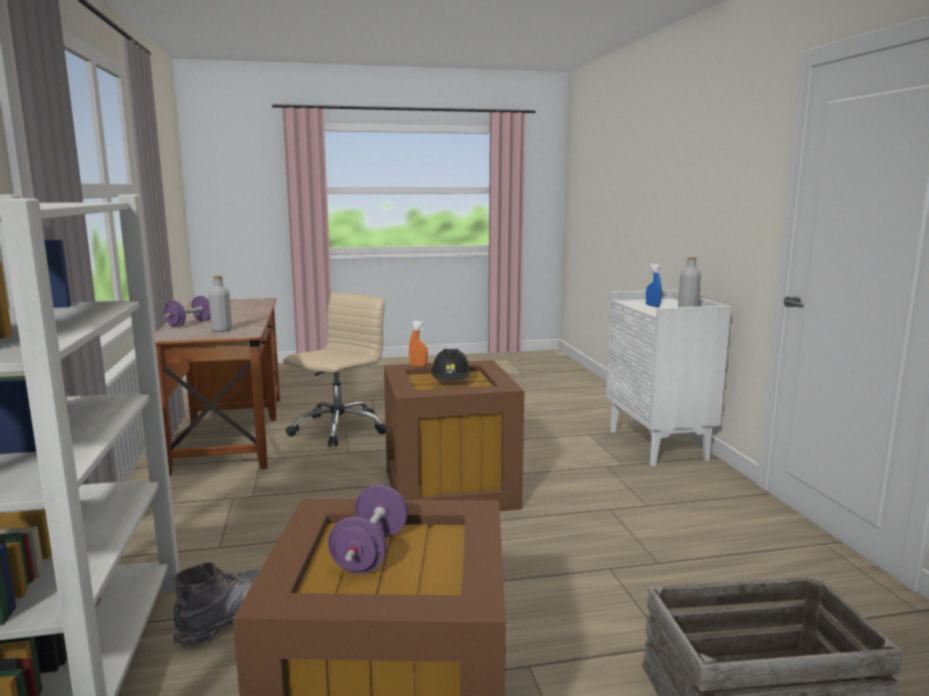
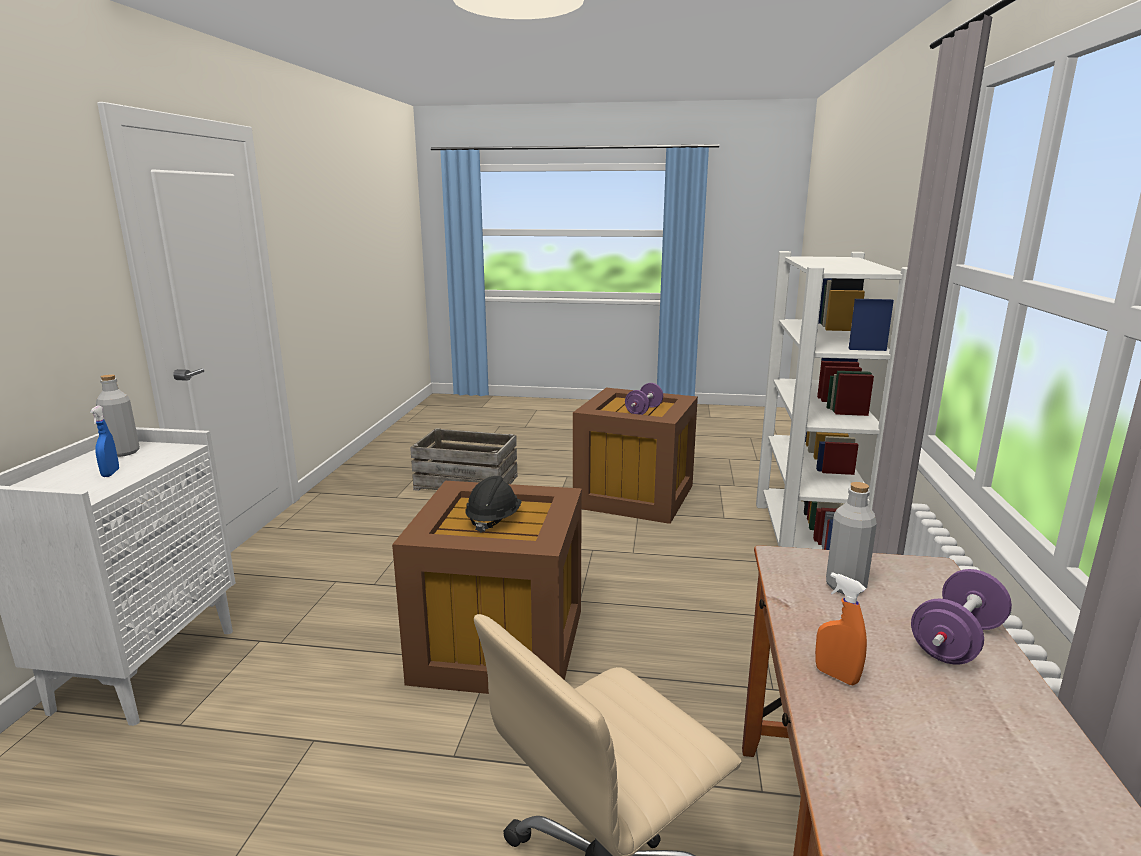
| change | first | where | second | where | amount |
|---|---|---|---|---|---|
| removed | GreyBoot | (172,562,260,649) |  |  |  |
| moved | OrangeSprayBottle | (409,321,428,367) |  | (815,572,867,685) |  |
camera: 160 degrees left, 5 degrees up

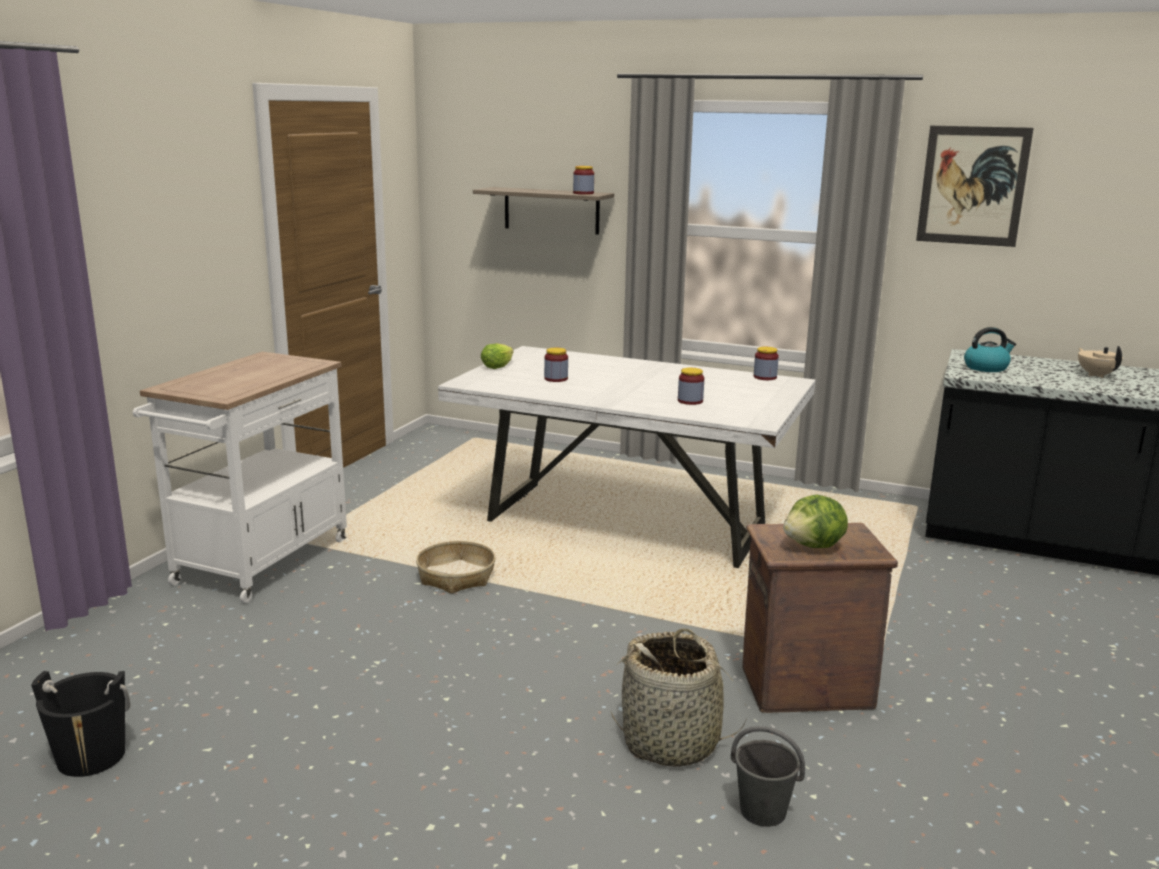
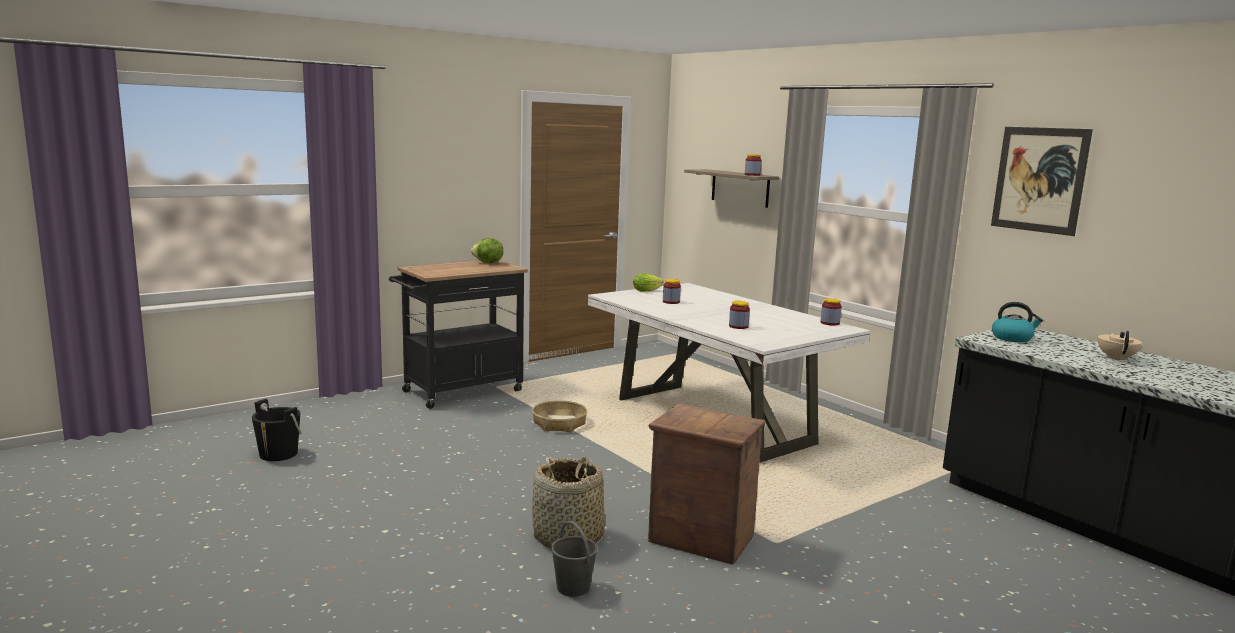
| change | first | where | second | where | amount |
|---|---|---|---|---|---|
| moved | Lettuce | (783,495,848,548) |  | (471,238,503,263) |  |
| recoloured | WhiteCart | (133,352,347,603) | BlackCart | (389,260,528,409) |  |
camera: 30 degrees right, 5 degrees down

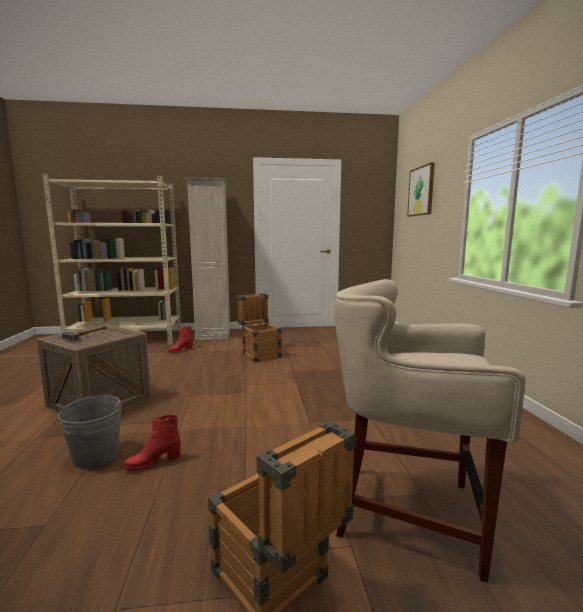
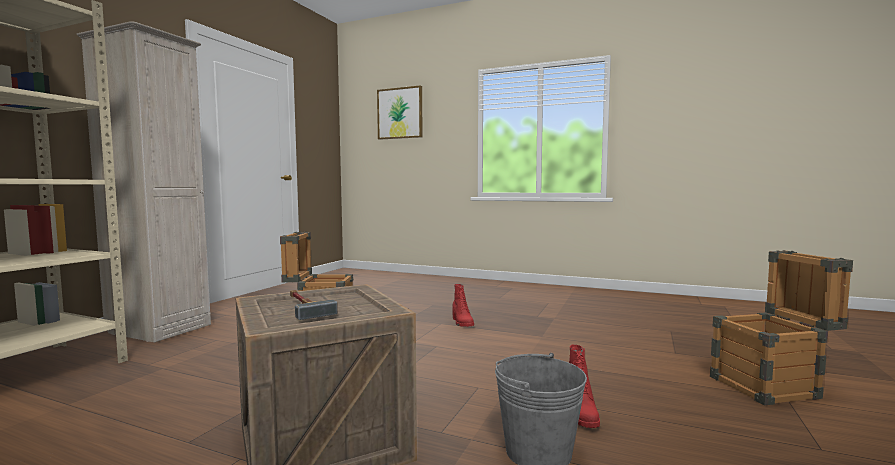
| change | first | where | second | where | amount |
|---|---|---|---|---|---|
| removed | BeigeStool | (334,279,526,583) |  |  |  |
| moved | RedBoot | (168,327,193,353) |  | (453,284,474,327) |  |
camera: 60 degrees left, 5 degrees down

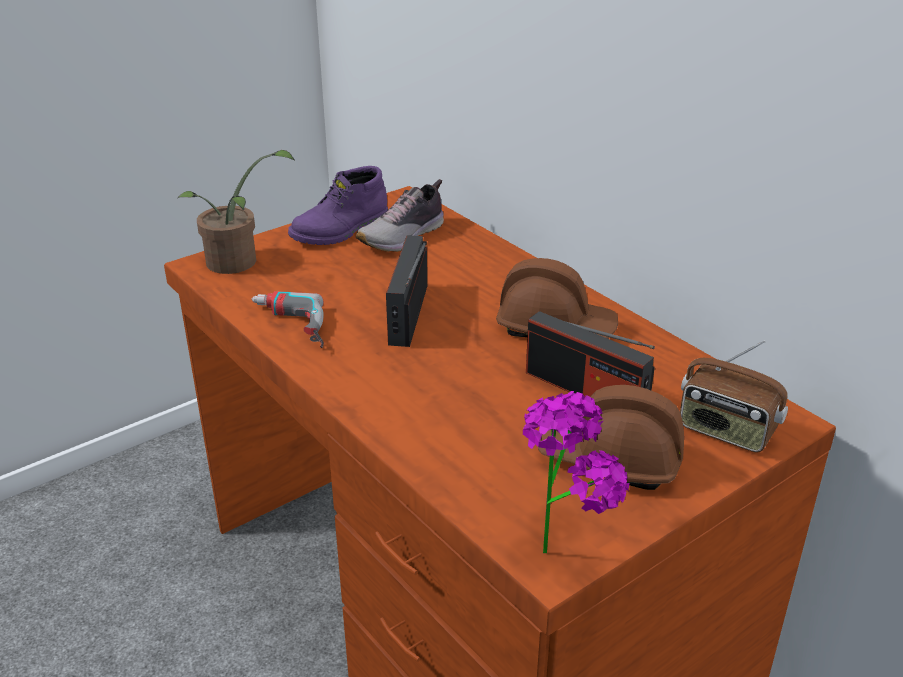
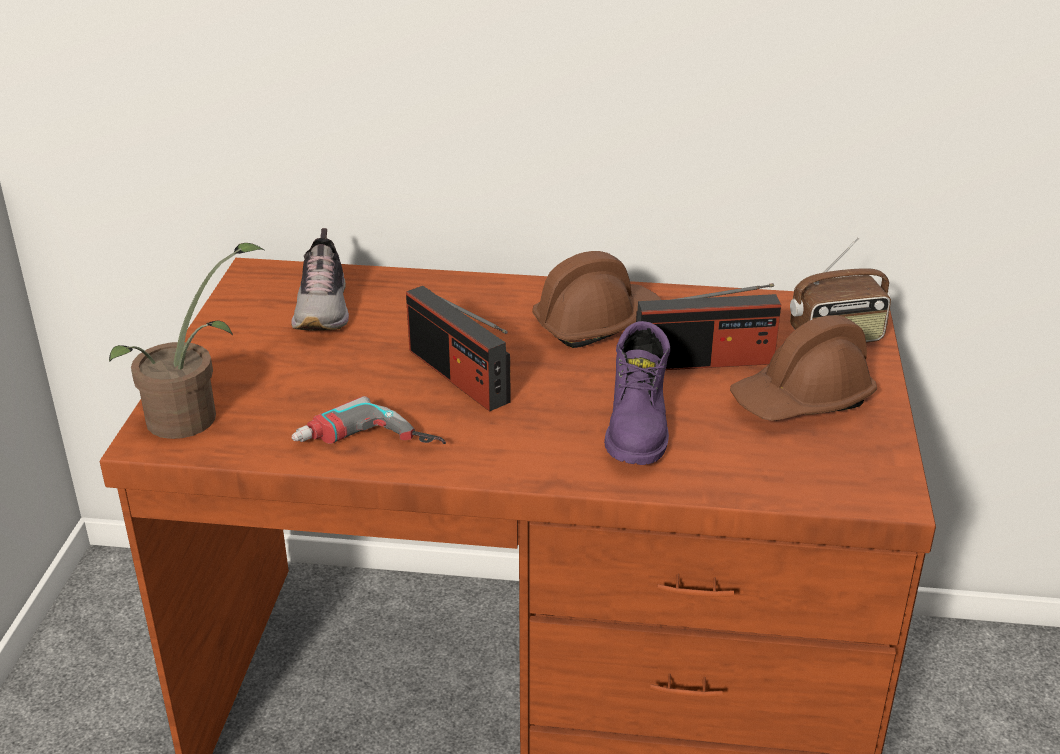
| change | first | where | second | where | amount |
|---|---|---|---|---|---|
| removed | PottedPlant | (523,391,629,553) |  |  |  |
| moved | PurpleBoot | (288,166,388,245) |  | (604,321,670,465) |  |
camera: 45 degrees left, 0 degrees up

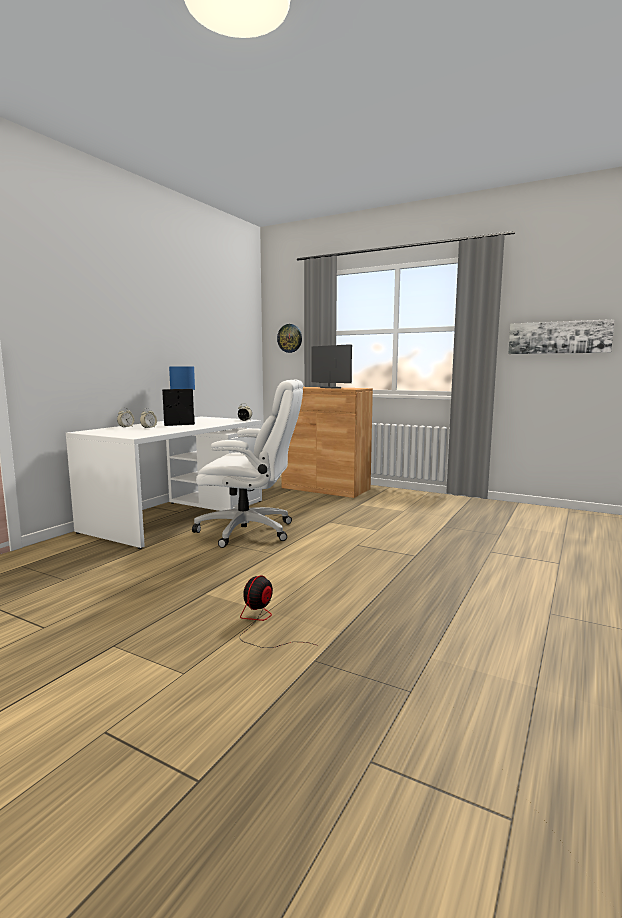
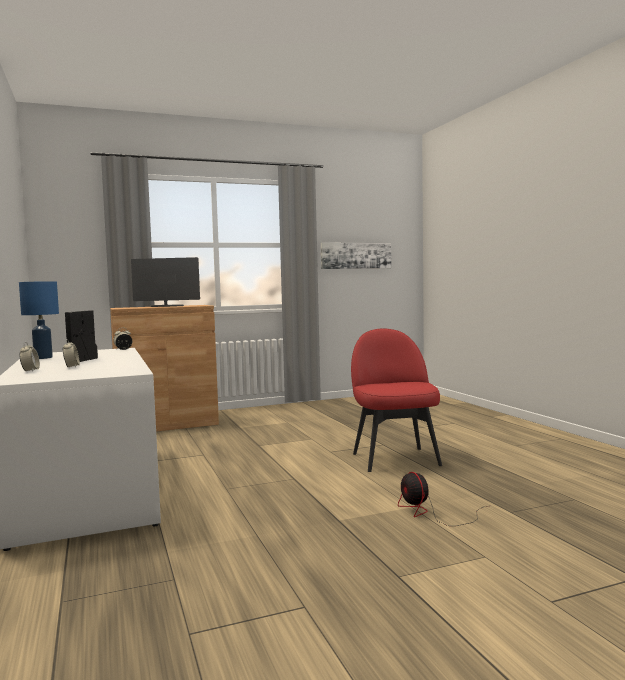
| change | first | where | second | where | amount |
|---|---|---|---|---|---|
| removed | WhiteOfficeChair | (192,379,303,548) |  |  |  |
| removed | WallClock | (277,324,302,353) |  |  |  |
| added |  |  | RedChair | (351,328,442,472) |  |
camera: 50 degrees left, 5 degrees down

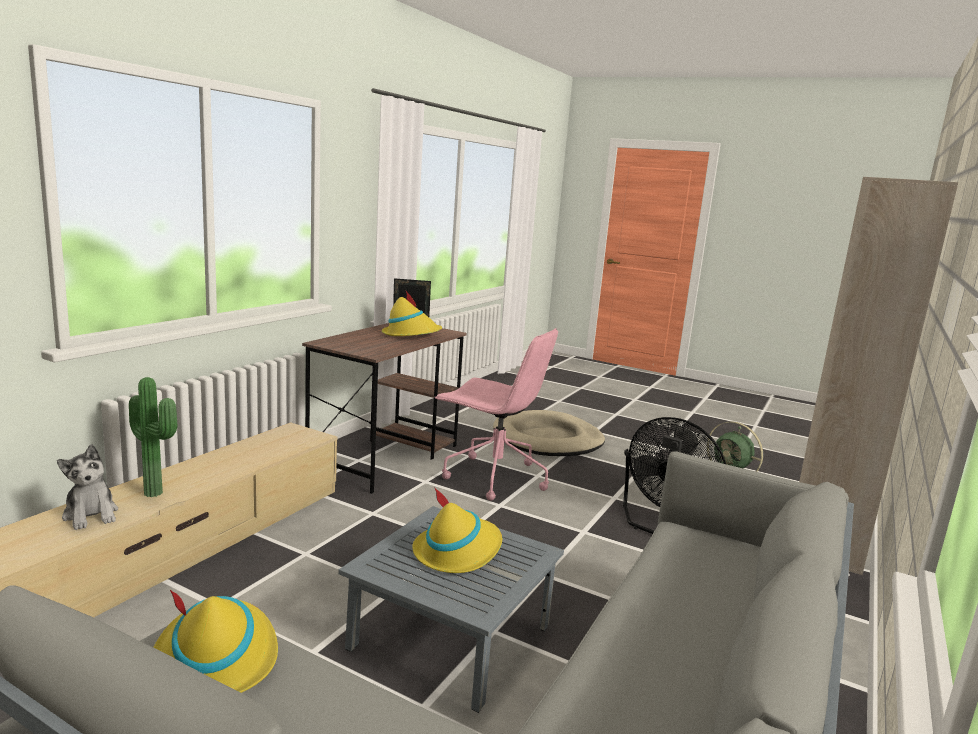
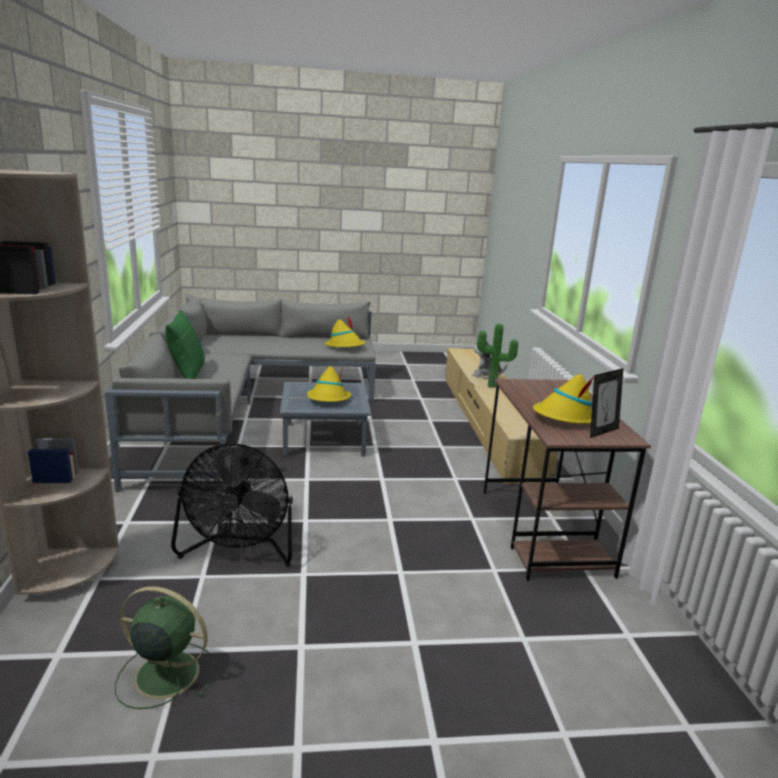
| change | first | where | second | where | amount |
|---|---|---|---|---|---|
| removed | PinkOfficeChair | (435,328,558,501) |  |  |  |
| removed | BeigeDogBed | (493,410,605,456) |  |  |  |
| added |  |  | GreenPillow | (165,310,205,379) |  |
camera: 145 degrees right, 5 degrees up

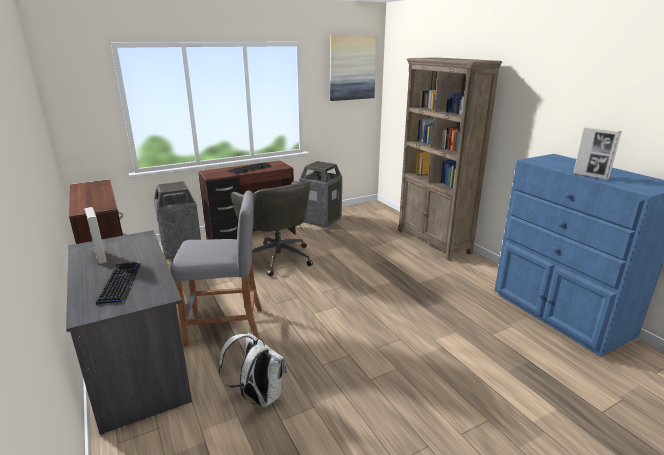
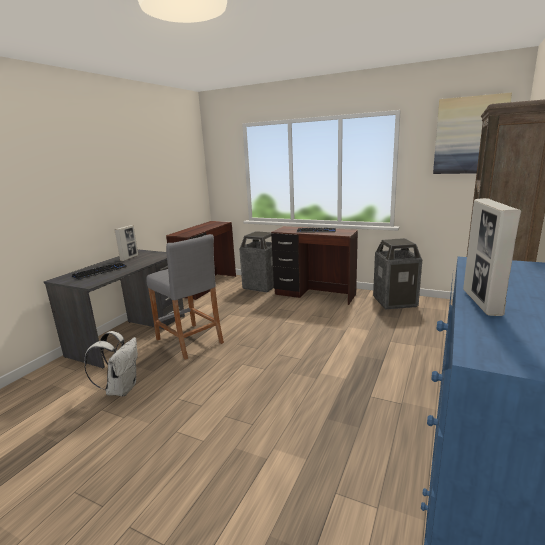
| change | first | where | second | where | amount |
|---|---|---|---|---|---|
| removed | GreyOfficeChair | (231,181,313,276) |  |  |  |
camera: 55 degrees right, 5 degrees down

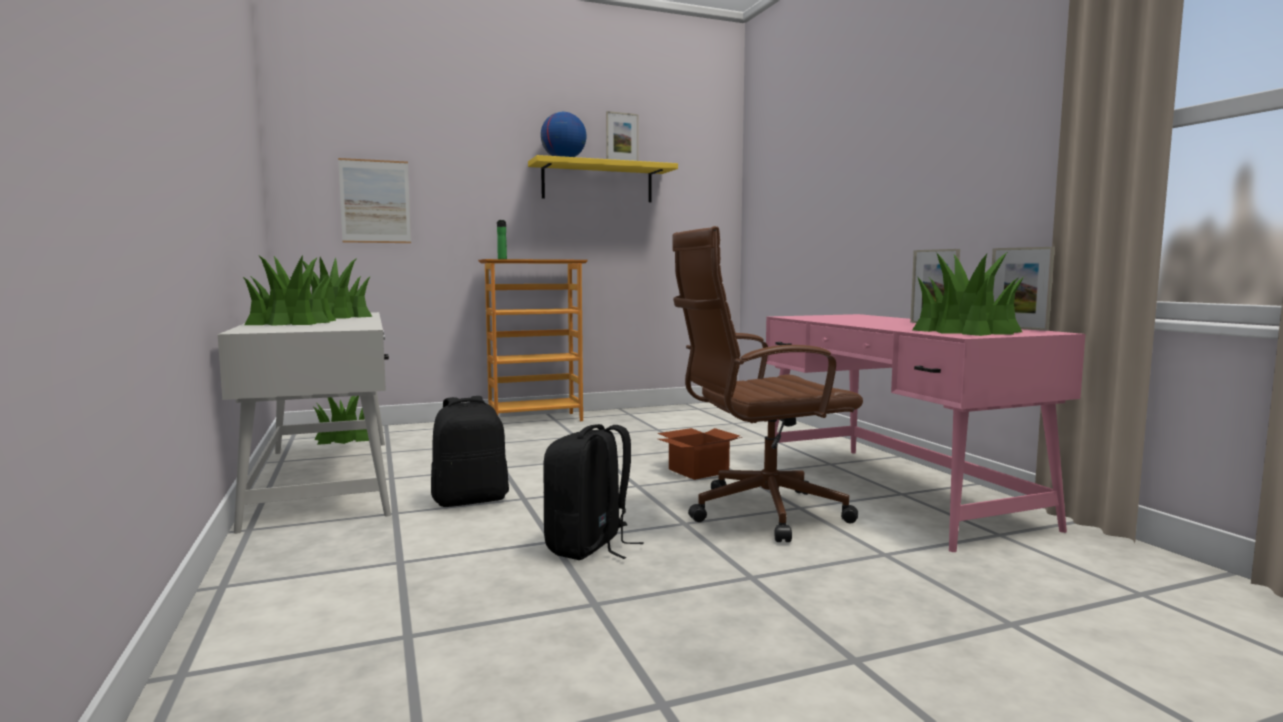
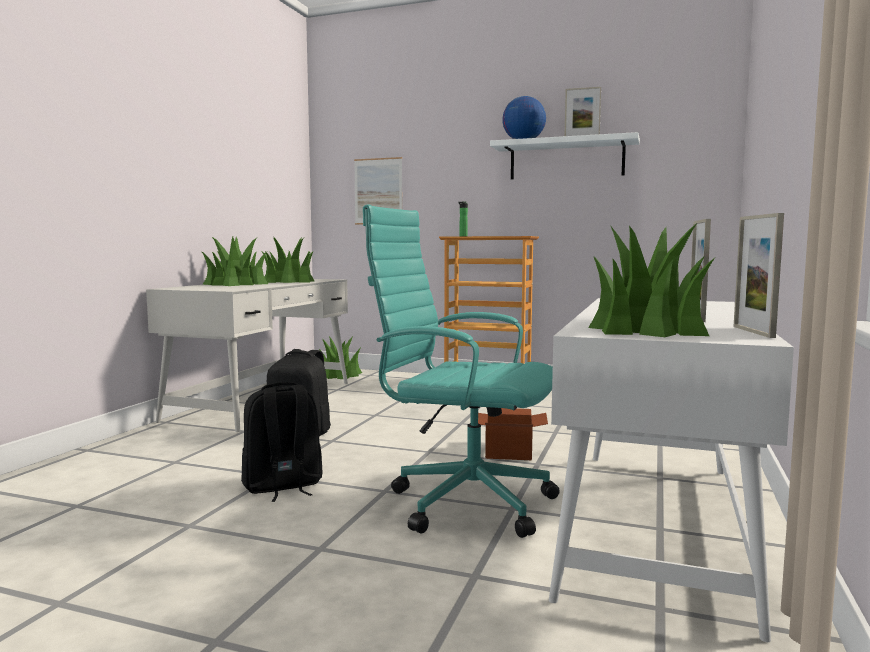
| change | first | where | second | where | amount |
|---|---|---|---|---|---|
| recoloured | YellowShelf | (528,155,678,202) | WhiteShelf | (490,132,640,179) |  |
| recoloured | BrownOfficeChair | (672,226,863,542) | TurquoiseOfficeChair | (363,204,560,538) |  |
| recoloured | PinkDesk | (766,314,1085,552) | WhiteDesk | (549,298,794,642) |  |
camera: 40 degrees right, 0 degrees up

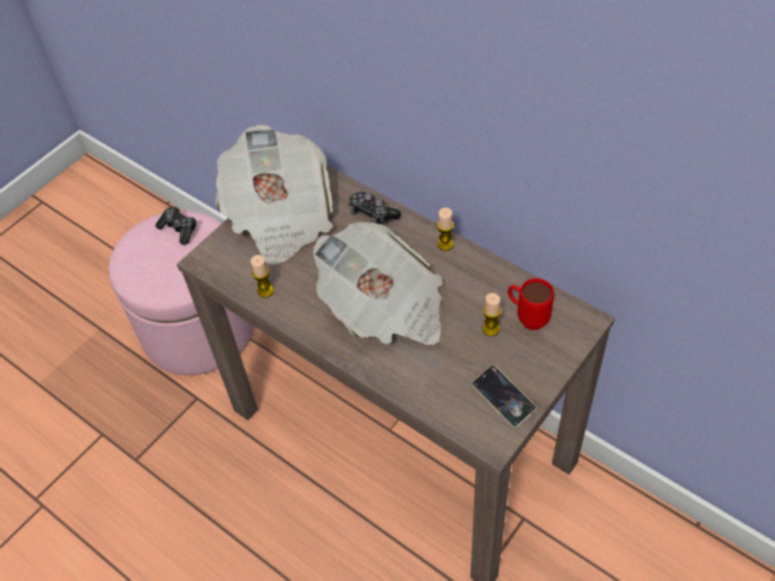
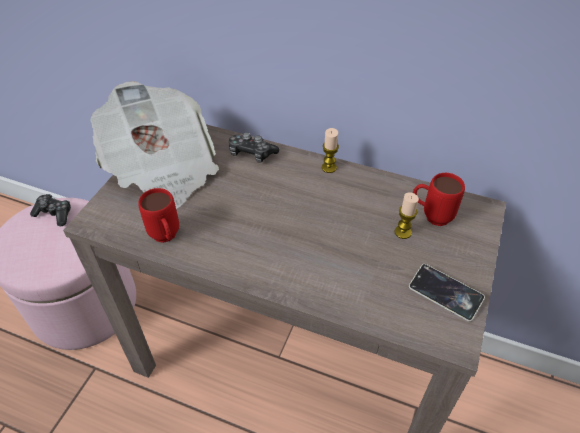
| change | first | where | second | where | amount |
|---|---|---|---|---|---|
| removed | Newspaper | (313,222,443,345) |  |  |  |
| replaced | Candle | (251,255,274,298) | RedMug | (138,188,179,243) |  |
camera: 20 degrees left, 5 degrees down

